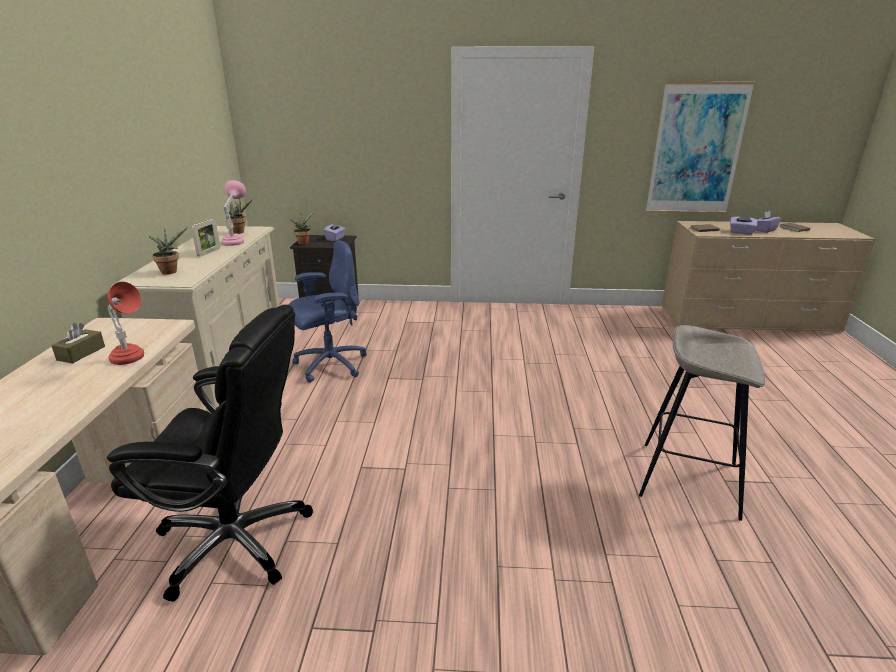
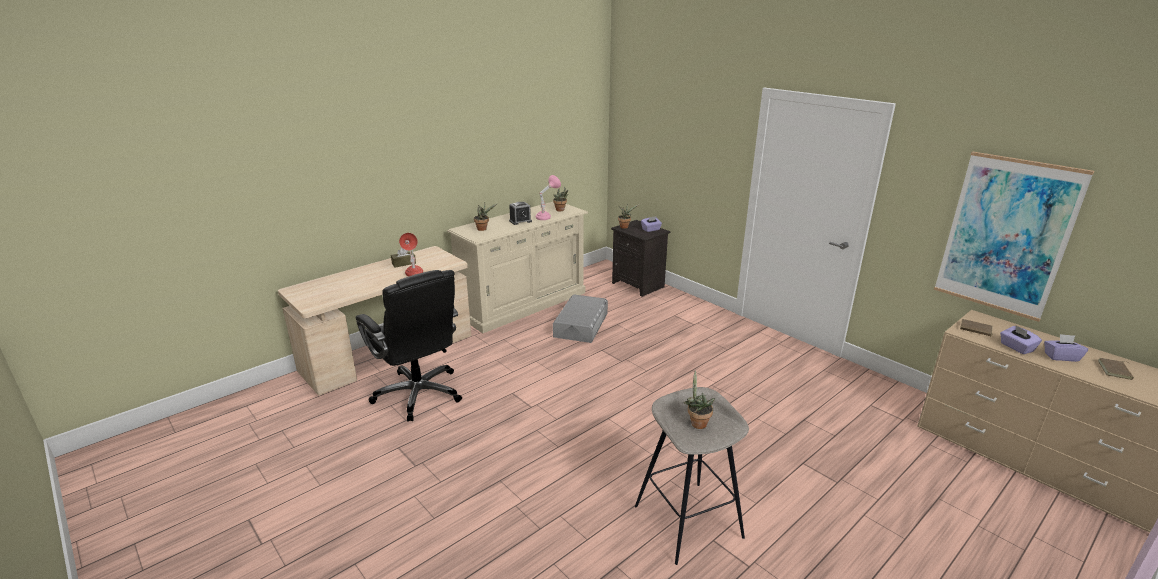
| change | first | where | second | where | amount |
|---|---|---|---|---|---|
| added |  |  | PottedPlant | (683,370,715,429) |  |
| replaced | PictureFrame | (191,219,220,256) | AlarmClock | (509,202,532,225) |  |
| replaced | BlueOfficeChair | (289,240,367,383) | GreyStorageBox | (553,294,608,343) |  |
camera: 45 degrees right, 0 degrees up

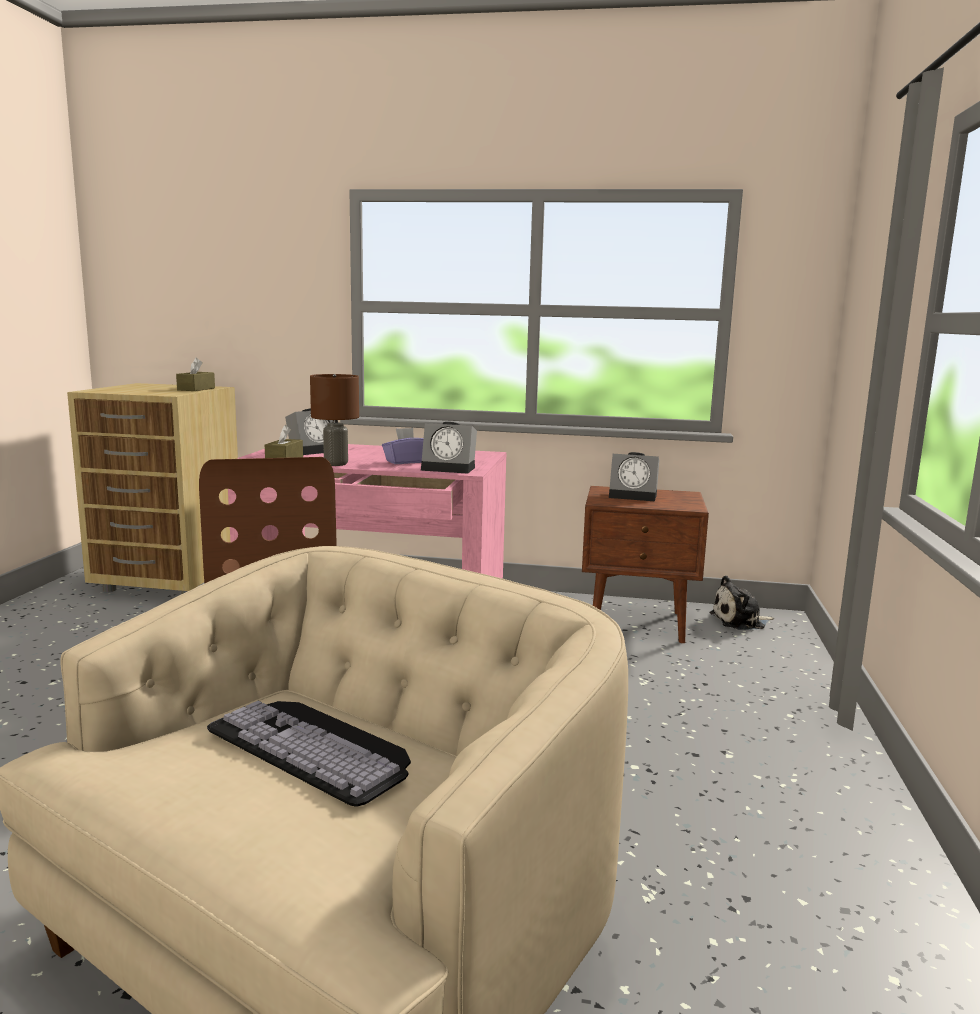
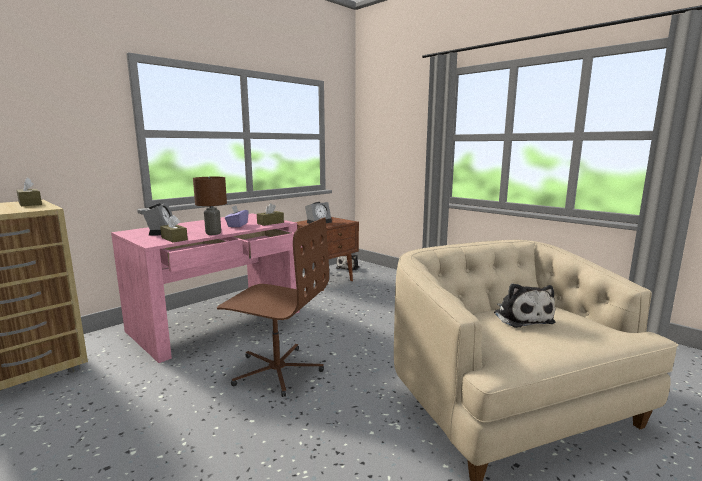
| change | first | where | second | where | amount |
|---|---|---|---|---|---|
| replaced | Keyboard | (207,701,411,807) | PlushToy | (494,283,556,328) |  |
| replaced | AlarmClock | (421,422,477,474) | BrownTissueBox | (257,203,284,226) |  |
camera: 55 degrees left, 0 degrees up

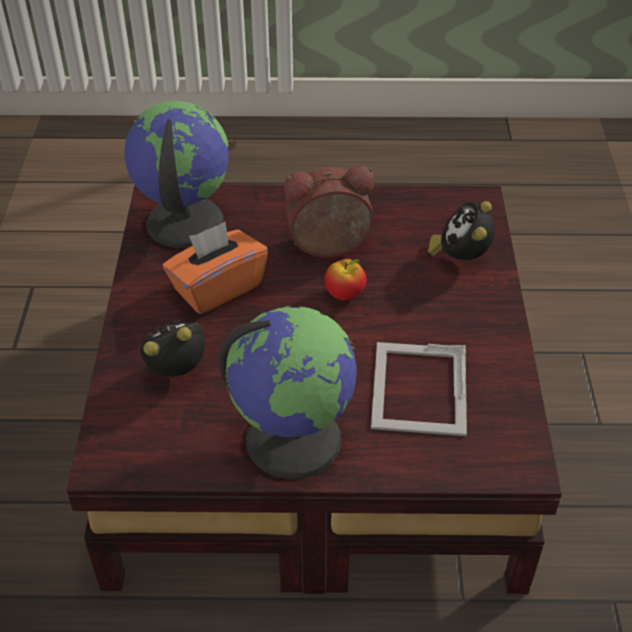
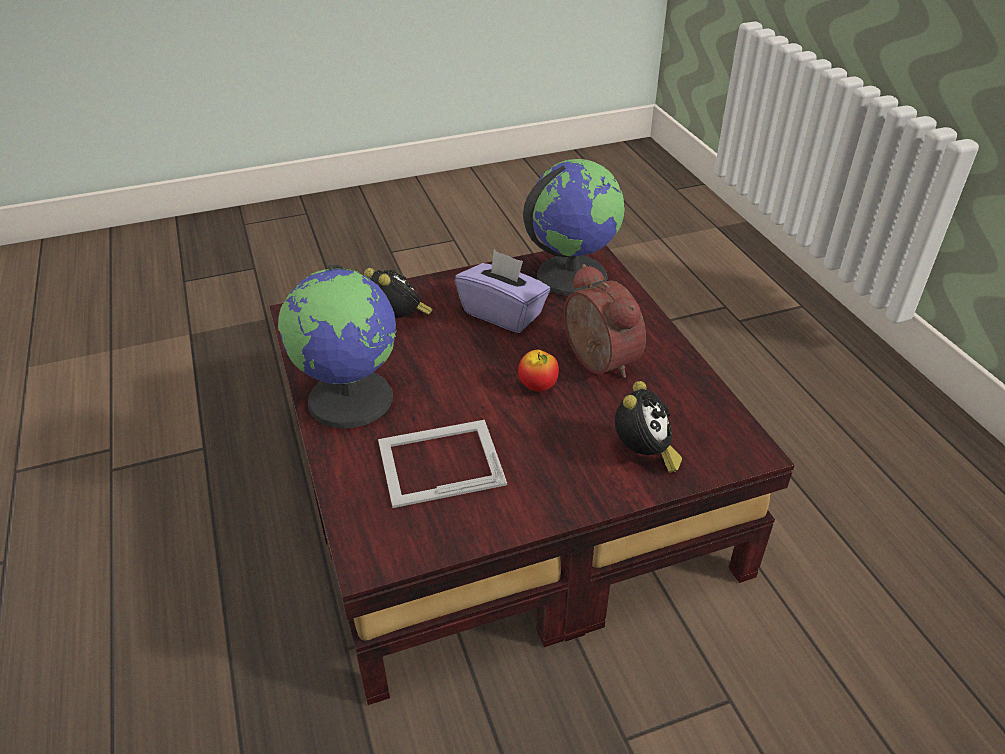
| change | first | where | second | where | amount |
|---|---|---|---|---|---|
| recoloured | OrangeTissueBox | (163,222,268,314) | PurpleTissueBox | (455,250,550,333) |  |
| turned | AlarmClock | (428,201,495,260) |  | (615,381,682,473) | 120 degrees clockwise |
camera: 70 degrees right, 5 degrees down

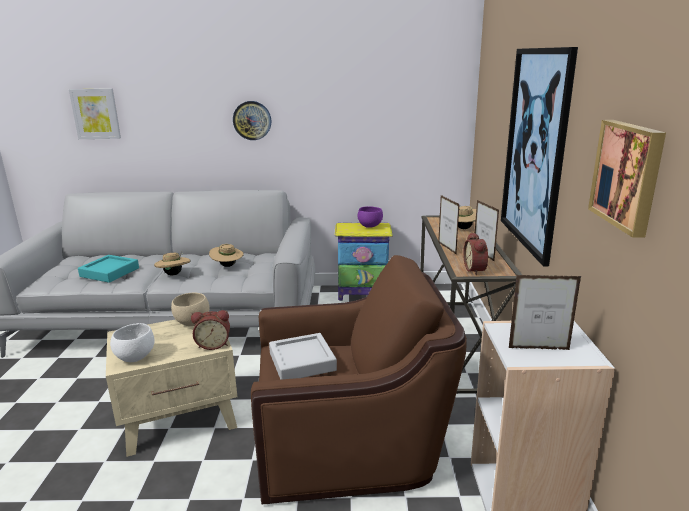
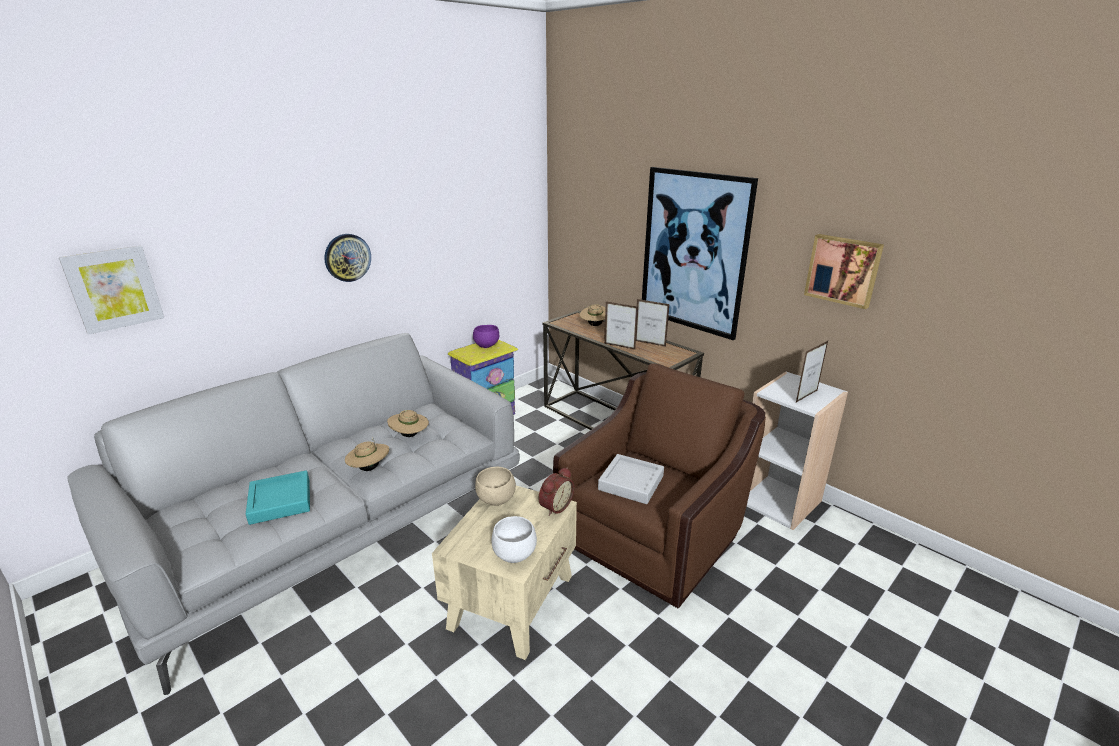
| change | first | where | second | where | amount |
|---|---|---|---|---|---|
| removed | AlarmClock | (463,232,488,275) |  |  |  |
camera: 45 degrees left, 5 degrees up

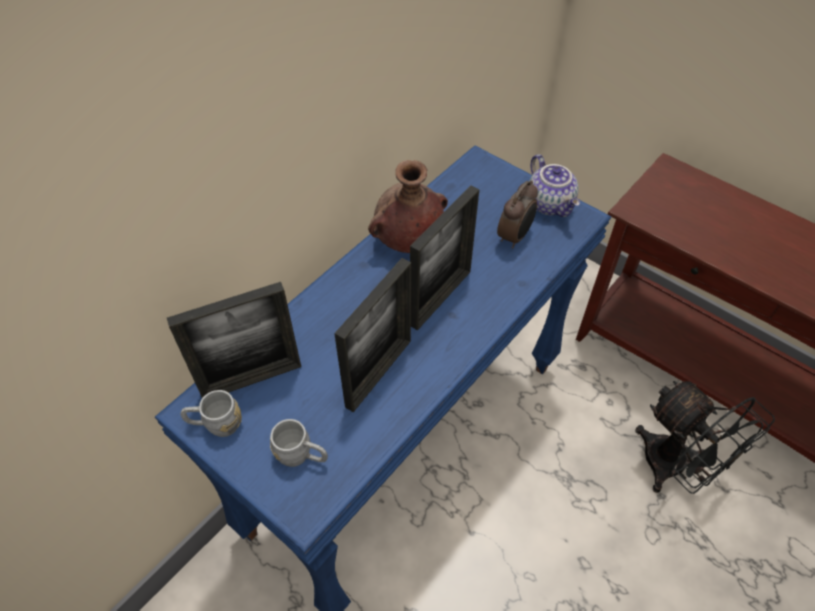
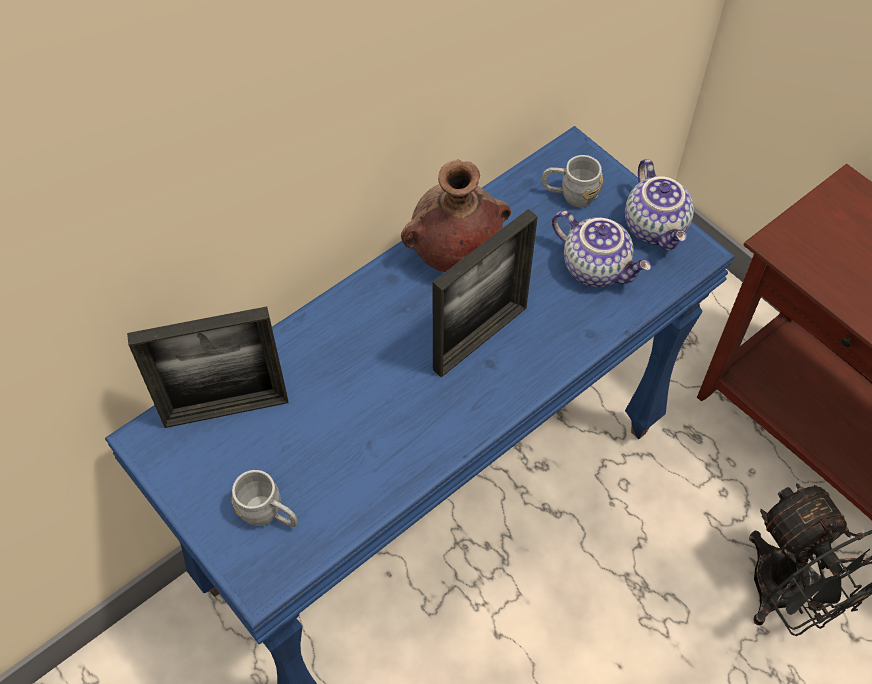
| change | first | where | second | where | amount |
|---|---|---|---|---|---|
| removed | PictureFrame | (334,258,411,412) |  |  |  |
| moved | GreyMug | (181,390,242,437) |  | (542,155,603,207) |  |
| replaced | AlarmClock | (497,180,538,249) | Teapot | (552,211,651,287) |  |
camera: 10 degrees right, 5 degrees up

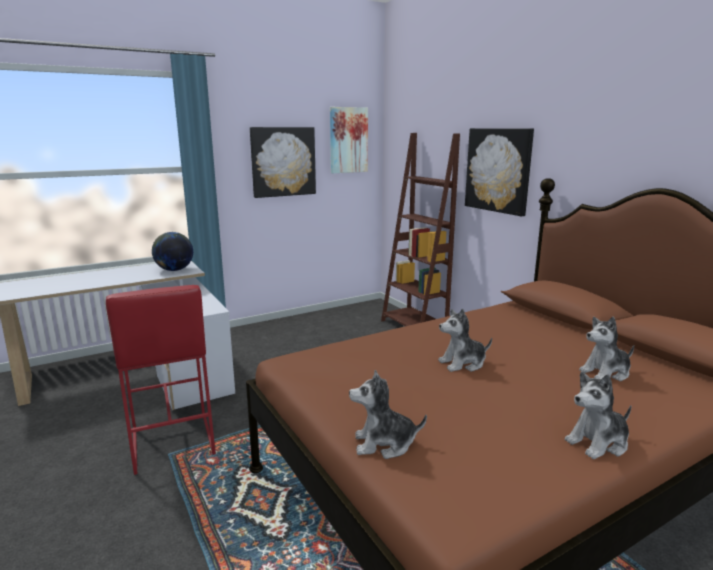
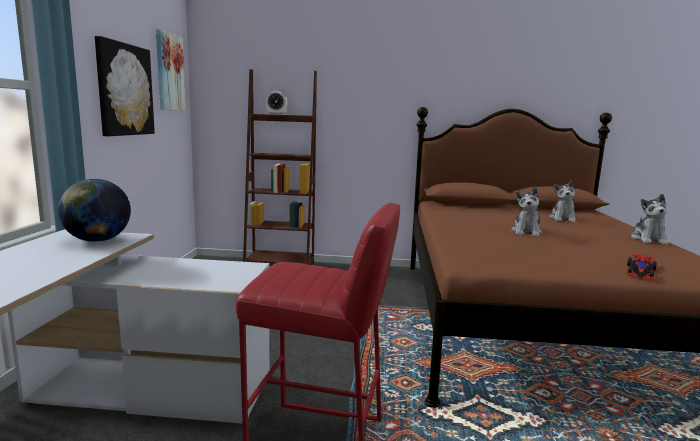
| change | first | where | second | where | amount |
|---|---|---|---|---|---|
| removed | Picture | (465,128,534,216) |  |  |  |
| added |  |  | AlarmClock | (266,91,287,115) |  |
| replaced | PlushToy | (349,370,427,459) | ToyCar | (627,253,657,279) |  |
camera: 55 degrees left, 5 degrees down

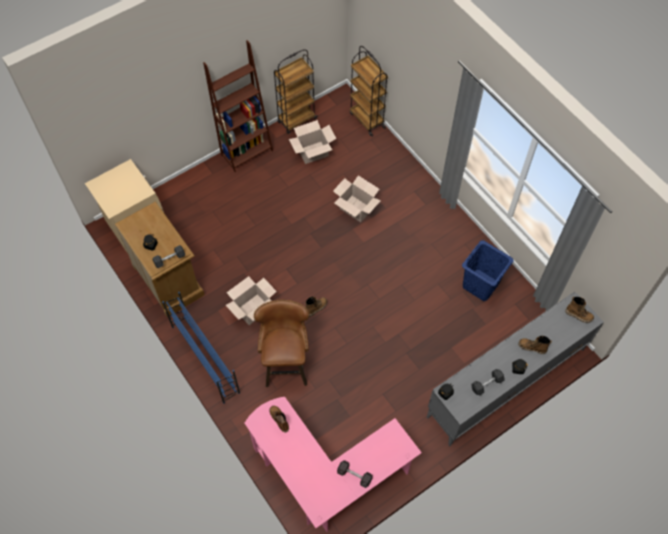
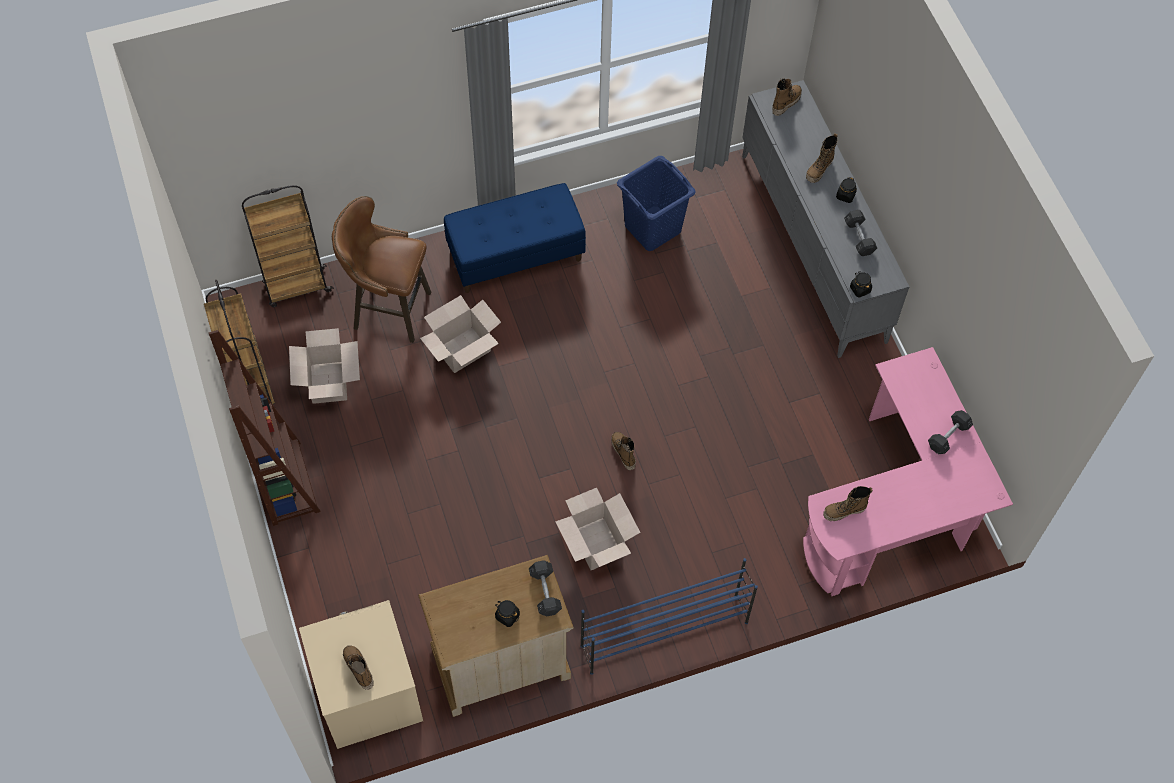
| change | first | where | second | where | amount |
|---|---|---|---|---|---|
| added |  |  | Boot | (343,645,374,690) |  |
| added |  |  | BlueBench | (444,183,586,293) |  |
| moved | BrownStool | (254,299,310,387) |  | (332,196,431,343) |  |
camera: 75 degrees left, 0 degrees up

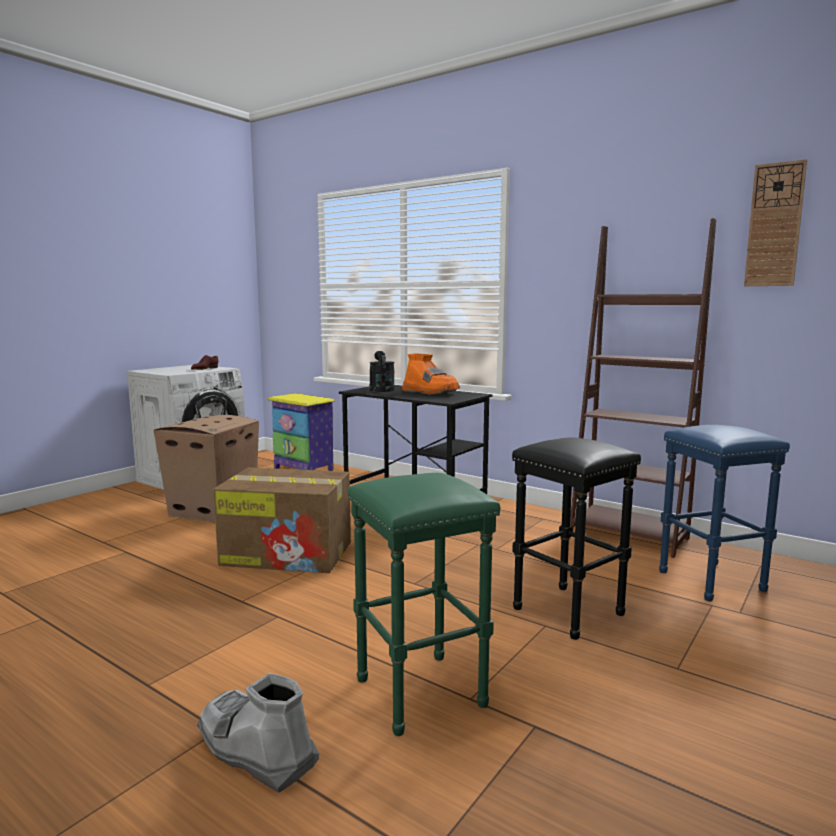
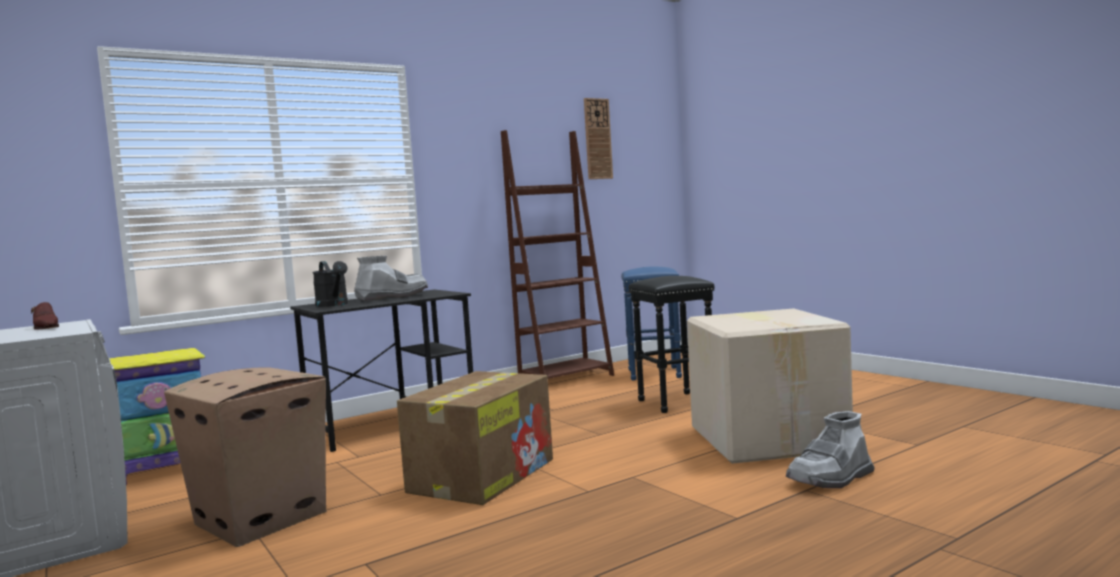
| change | first | where | second | where | amount |
|---|---|---|---|---|---|
| replaced | GreenStool | (348,473,501,736) | CardboardBox | (687,308,853,464) |  |
| recoloured | OrangeBoot | (402,354,460,395) | GreyBoot | (354,256,428,301) |  |
| turned | BlackWateringCan | (369,351,395,392) |  | (312,261,348,307) | 135 degrees counterclockwise |
camera: 70 degrees left, 5 degrees down

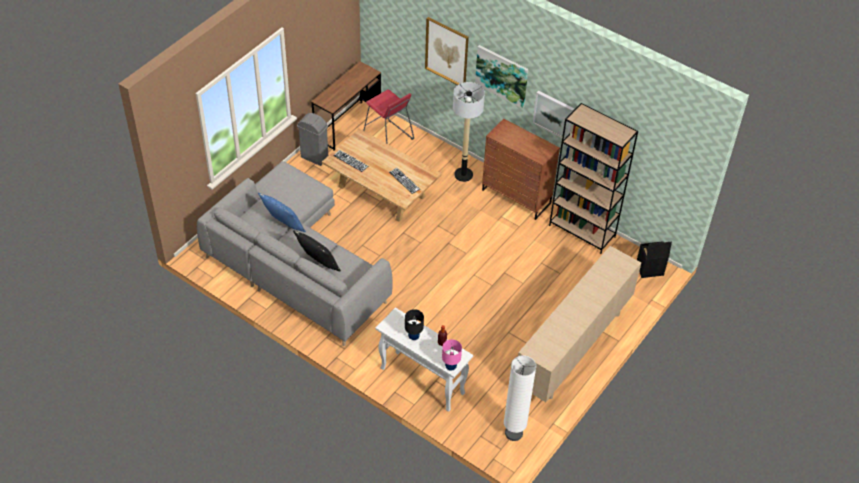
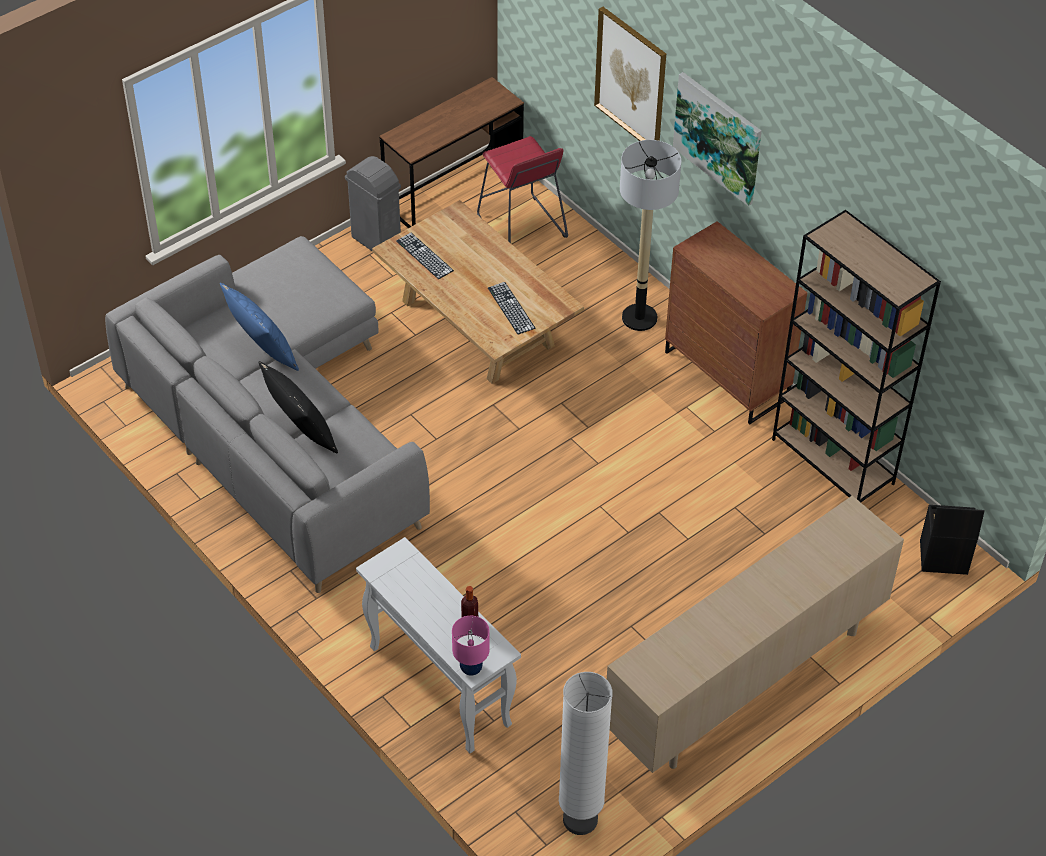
| change | first | where | second | where | amount |
|---|---|---|---|---|---|
| removed | BlackTableLamp | (405,309,424,340) |  |  |  |
| removed | Picture | (533,91,574,139) |  |  |  |
camera: 15 degrees right, 0 degrees up

